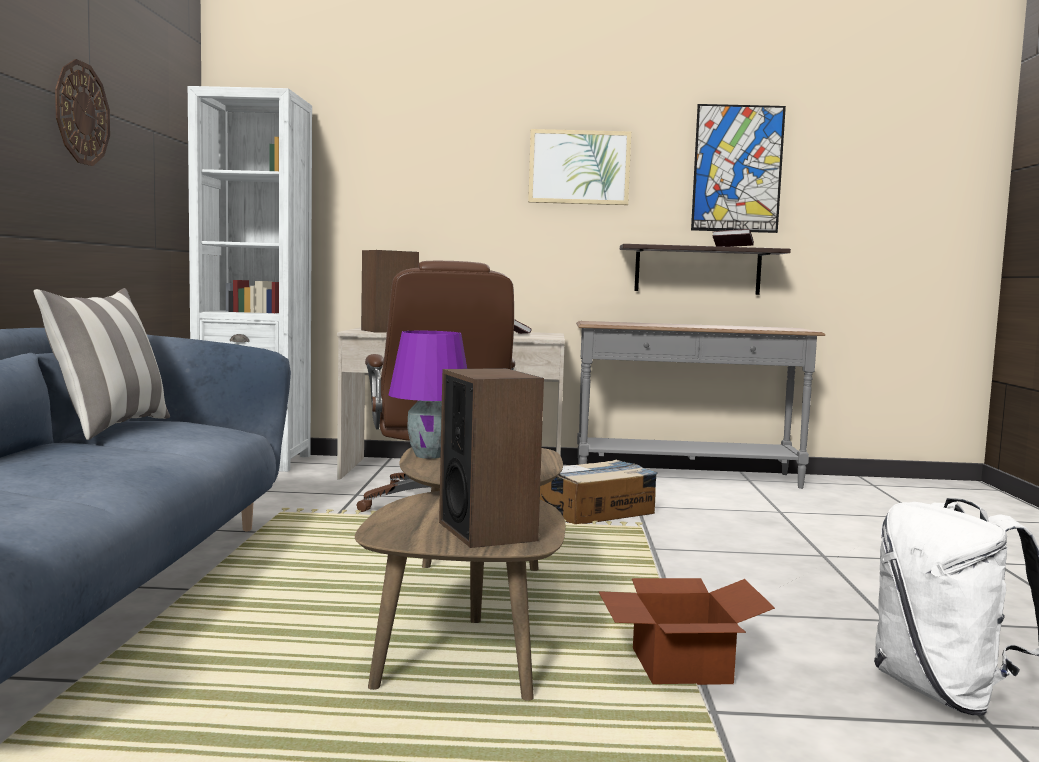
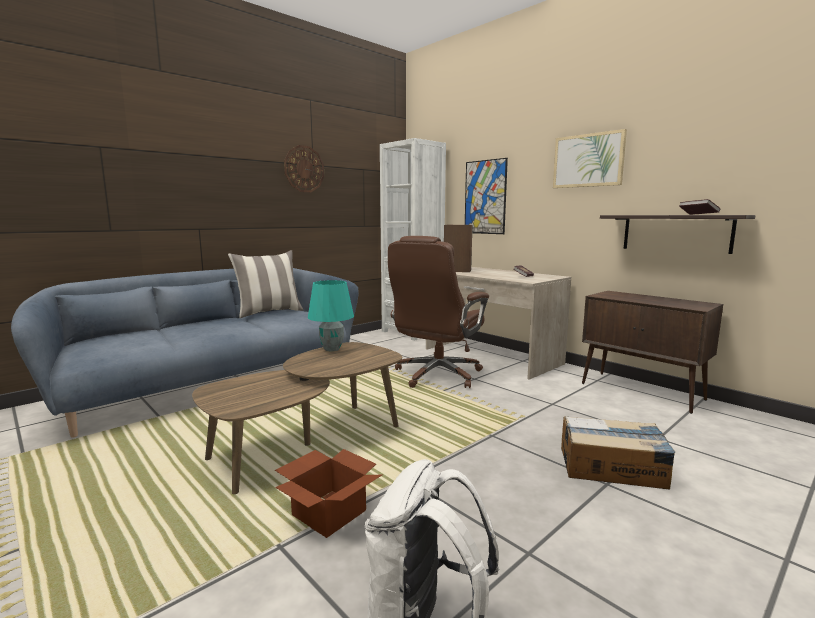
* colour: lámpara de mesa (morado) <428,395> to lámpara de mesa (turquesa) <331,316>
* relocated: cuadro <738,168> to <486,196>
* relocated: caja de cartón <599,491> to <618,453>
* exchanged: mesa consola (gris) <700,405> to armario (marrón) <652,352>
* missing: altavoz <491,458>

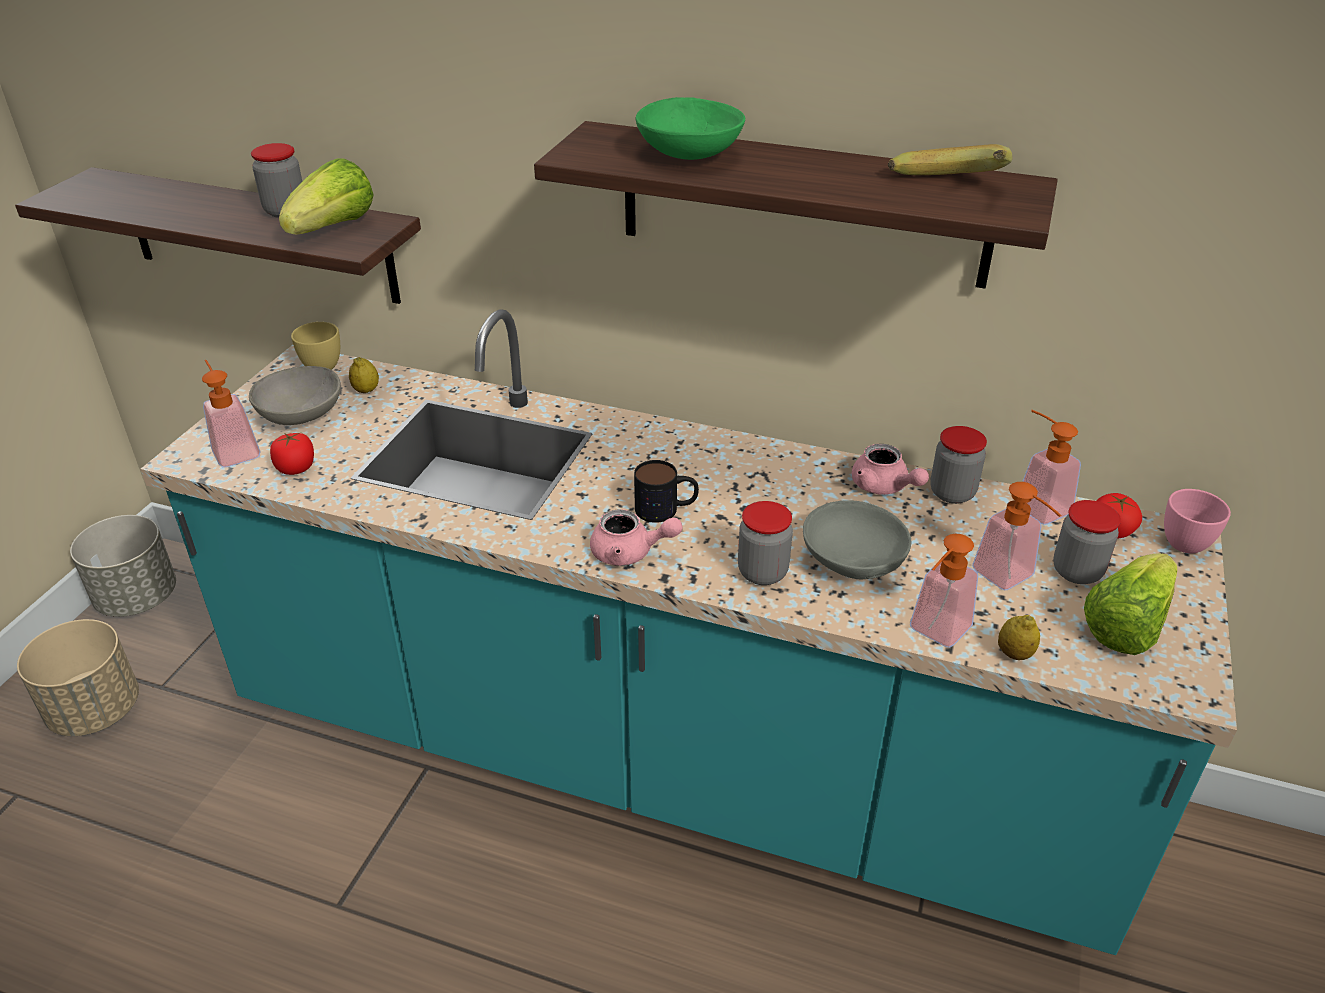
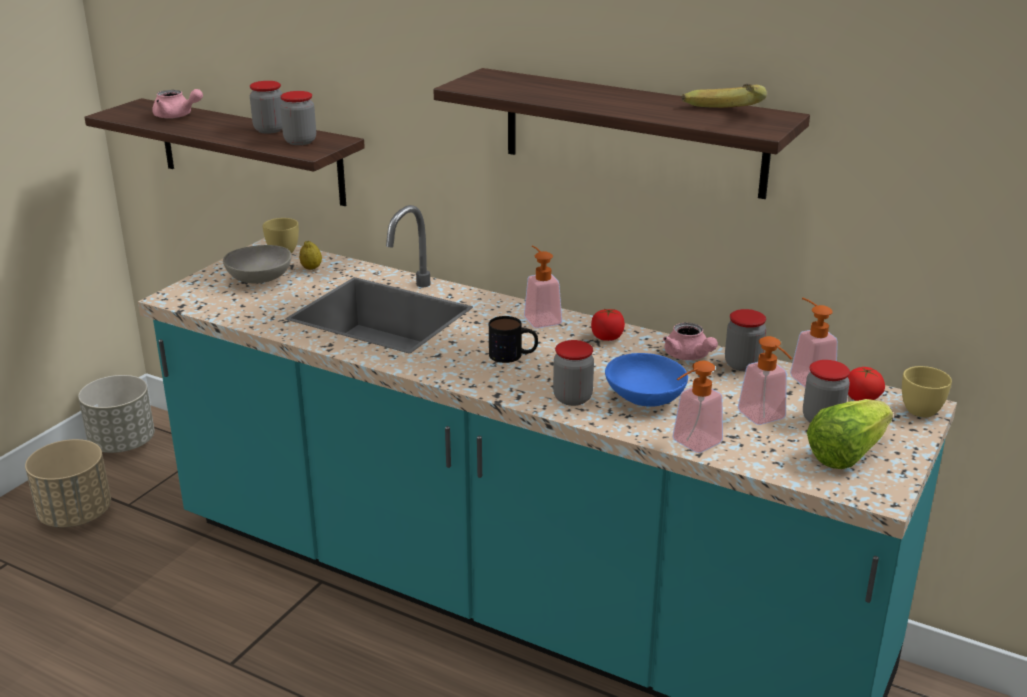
* relocated: tetera (rosa) <636,537> to <177,104>
* exchanged: lechuga <326,196> to tarro <298,118>
* relocated: dispensador de jabón <231,413> to <543,286>
* relocated: tomate <292,454> to <608,324>
* colour: cuenco (gris) <857,540> to cuenco (azul) <646,380>
* colour: taza (rosa) <1197,521> to taza (amarillo) <927,391>
* missing: cuenco (verde) <690,128>
* missing: limón <1019,637>

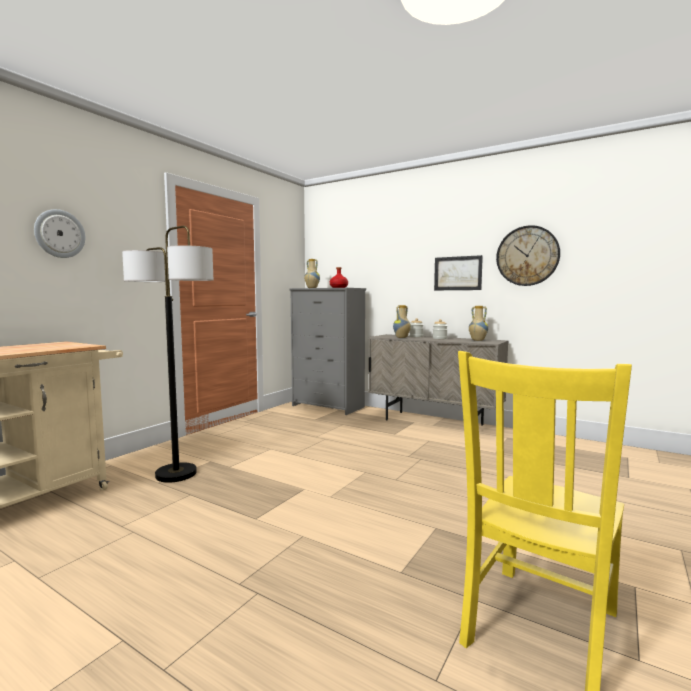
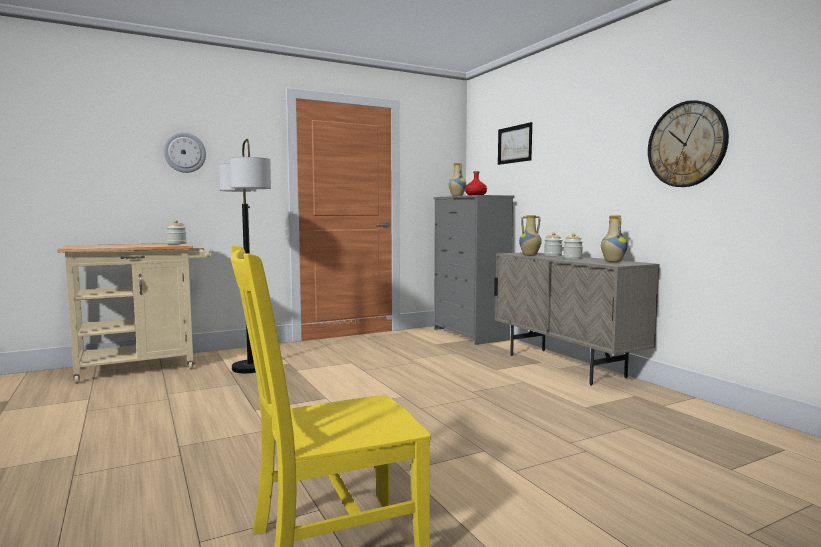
* appeared: tarro <177,232>
* relocated: cuadro <458,272> to <515,143>

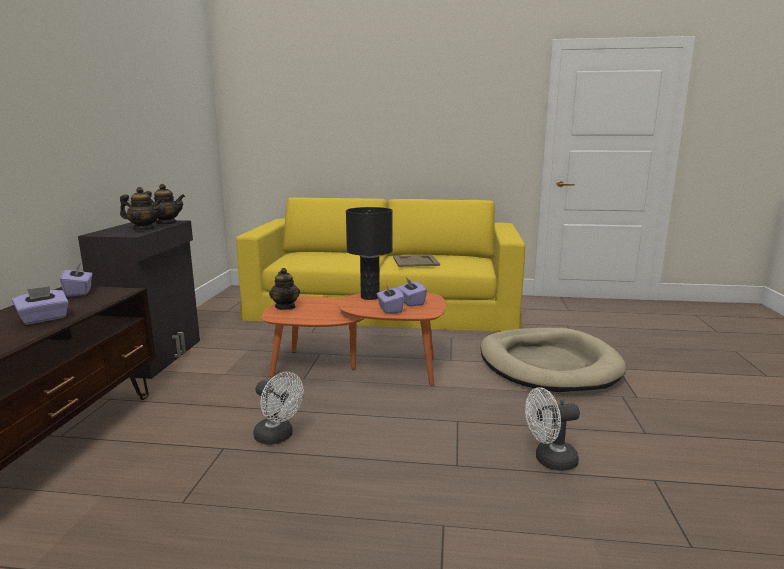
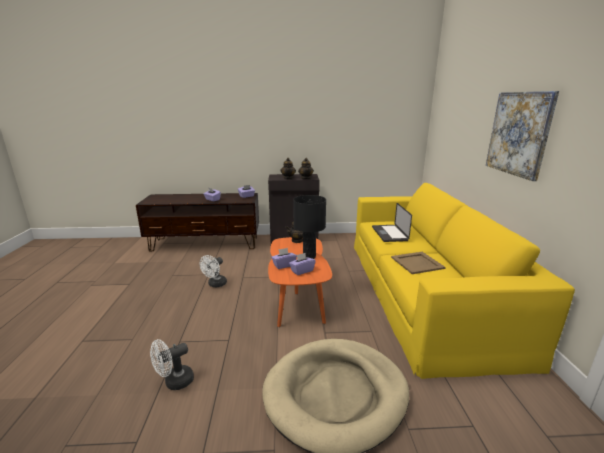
* spun: ventilador (blanco) <552,429> = <172,364> 105 degrees counterclockwise
* appeared: portátil <392,222>
* appeared: cuadro <522,136>

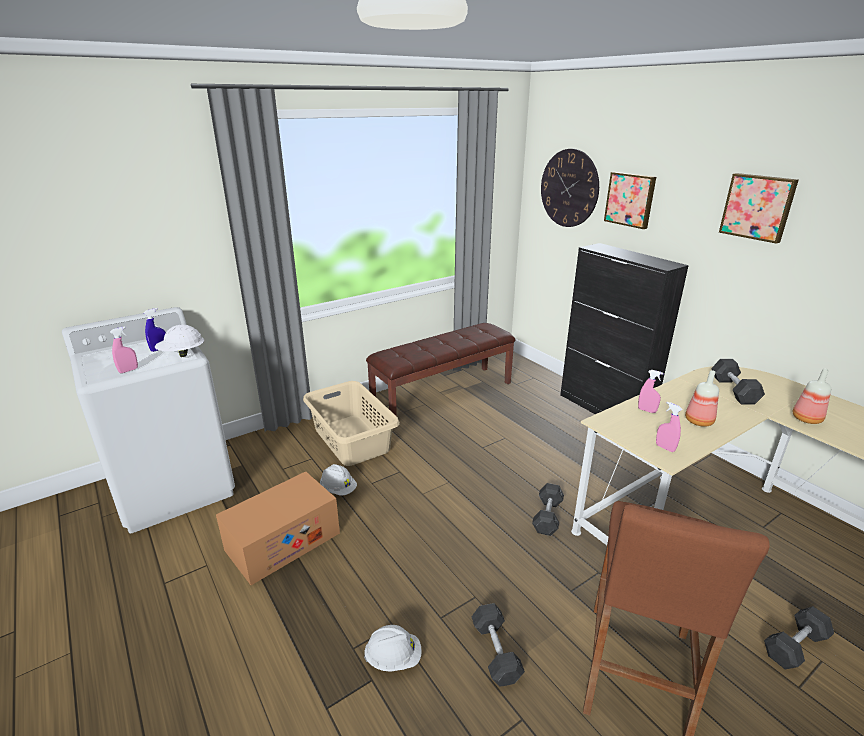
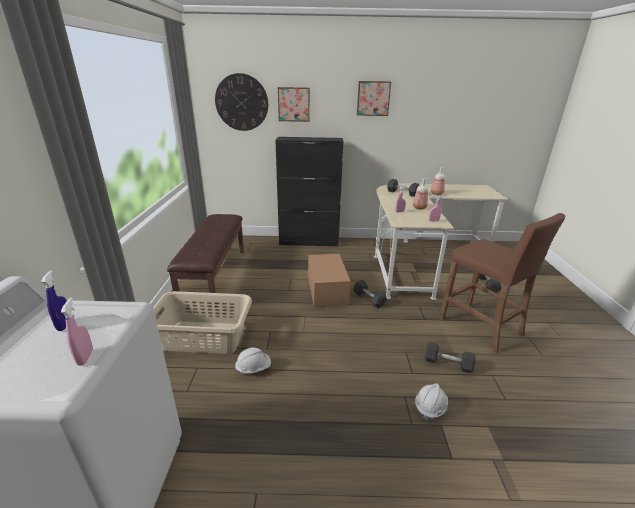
* relocated: caja de cartón <278,528> to <329,280>
* missing: casco (blanco) <179,341>

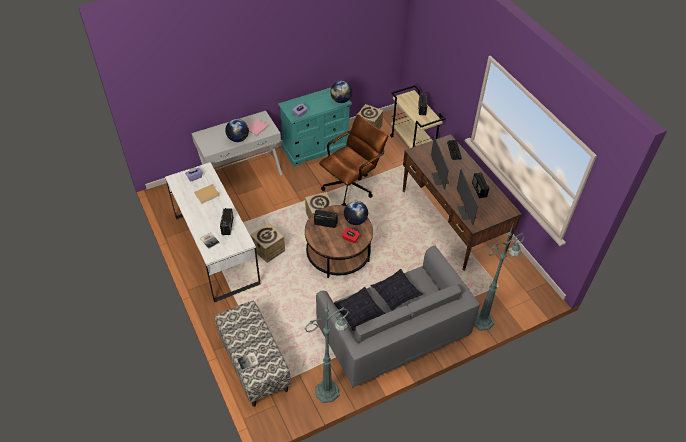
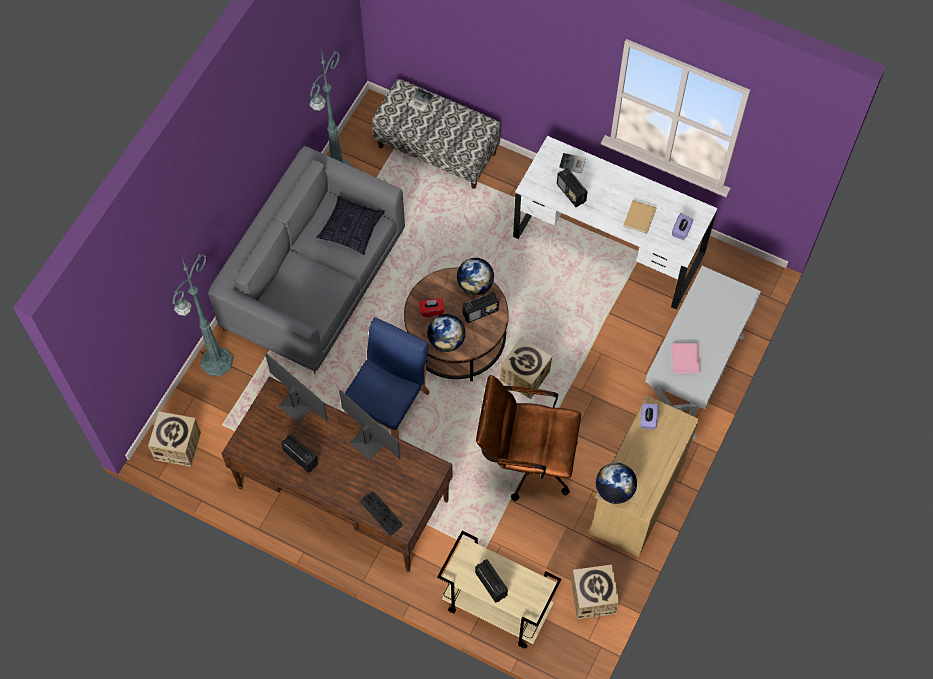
* relocated: caja de cartón <267,243> to <174,439>
* appeared: silla (azul) <387,377>
* relocated: globo terráqueo <237,130> to <475,276>
* spun: silla de oficina (marrón) <353,160> = <528,438> 90 degrees clockwise
* colour: cómoda (turquesa) <315,127> to cómoda (beis) <643,476>
* missing: cojín <396,290>

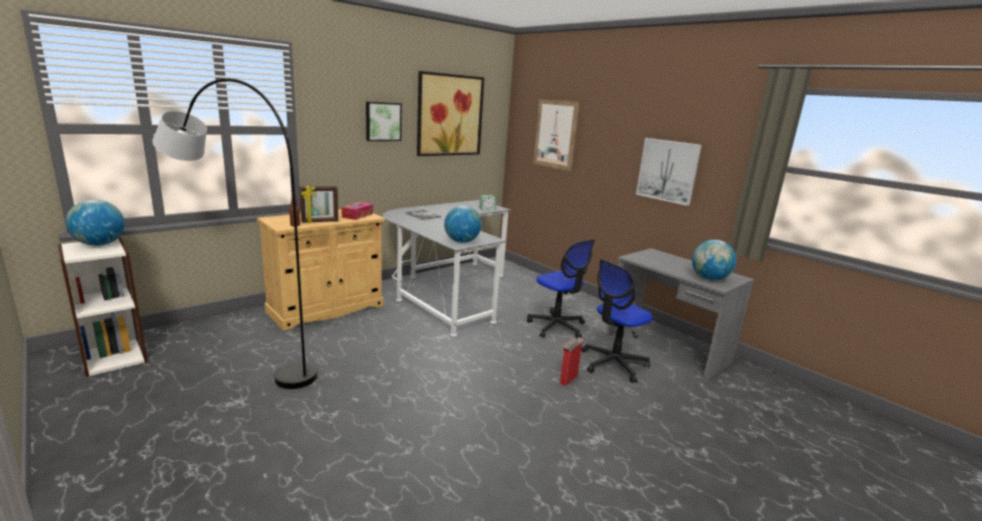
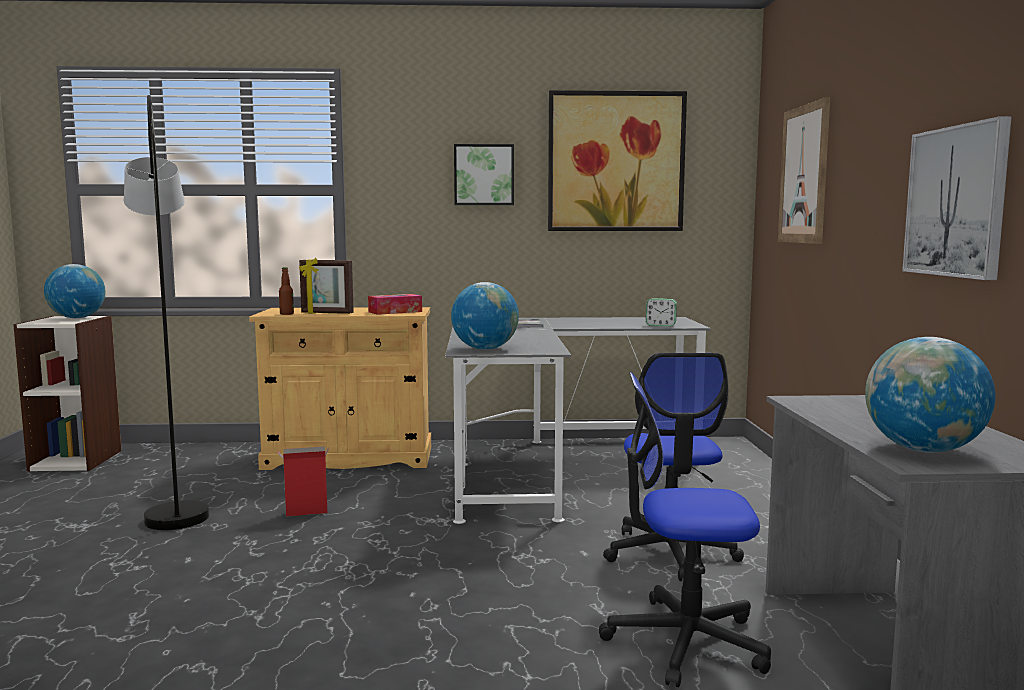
* relocated: caja de cartón <572,361> to <303,481>

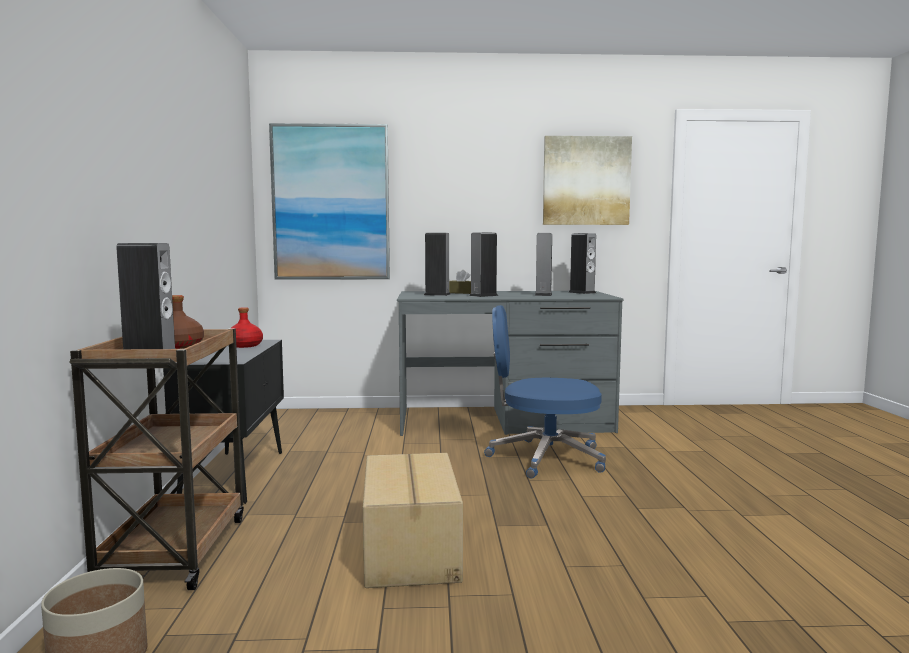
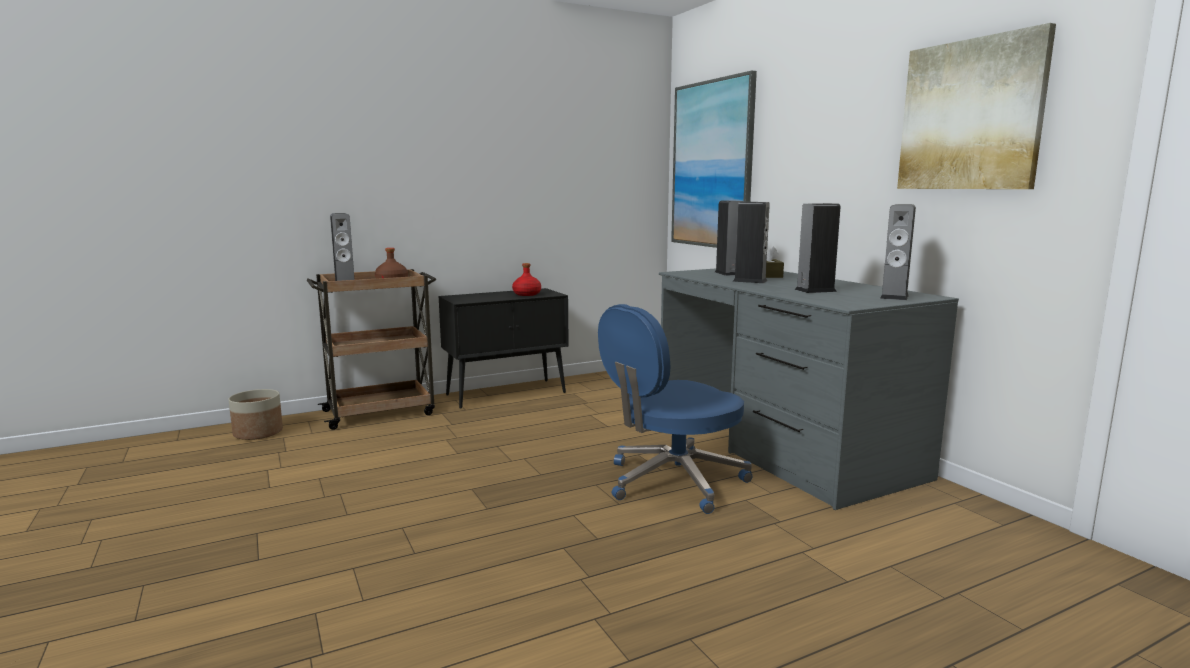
* spun: silla de oficina (azul) <545,392> = <675,409> 105 degrees counterclockwise
* missing: caja de cartón <413,520>

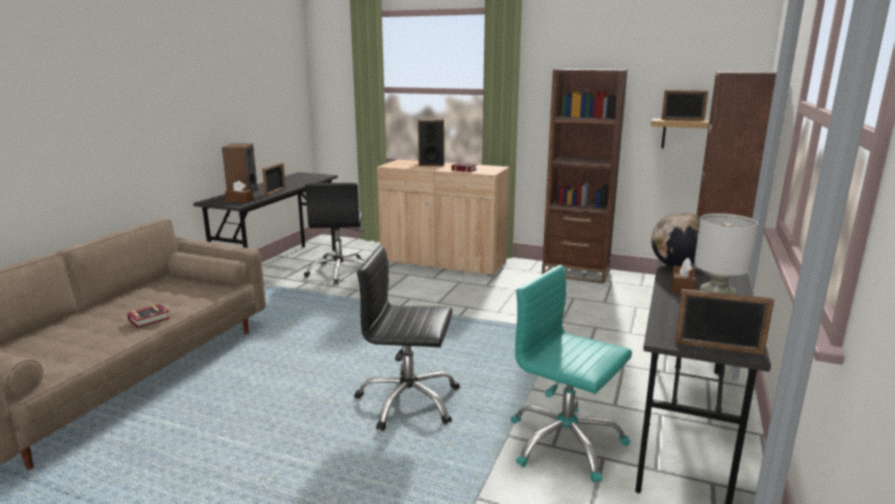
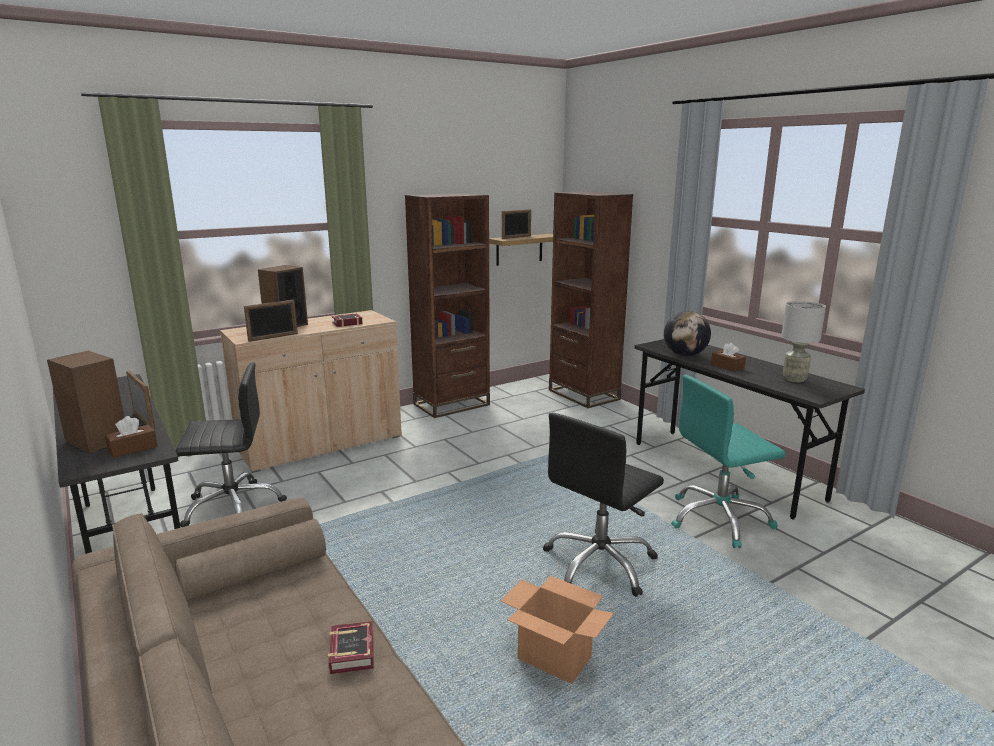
* spun: silla de oficina (negro) <334,234> = <231,444> 45 degrees counterclockwise
* relocated: portarretratos <724,322> to <271,321>
* appeared: caja de cartón <557,630>

